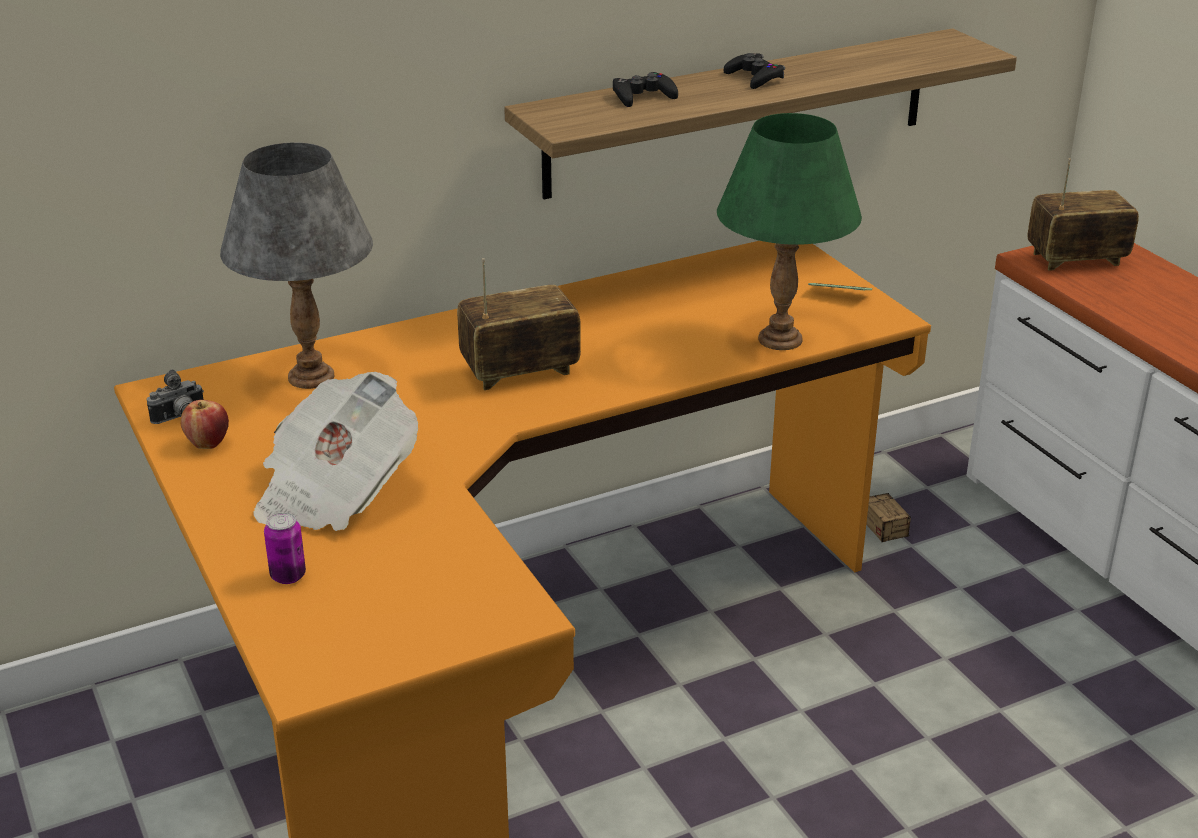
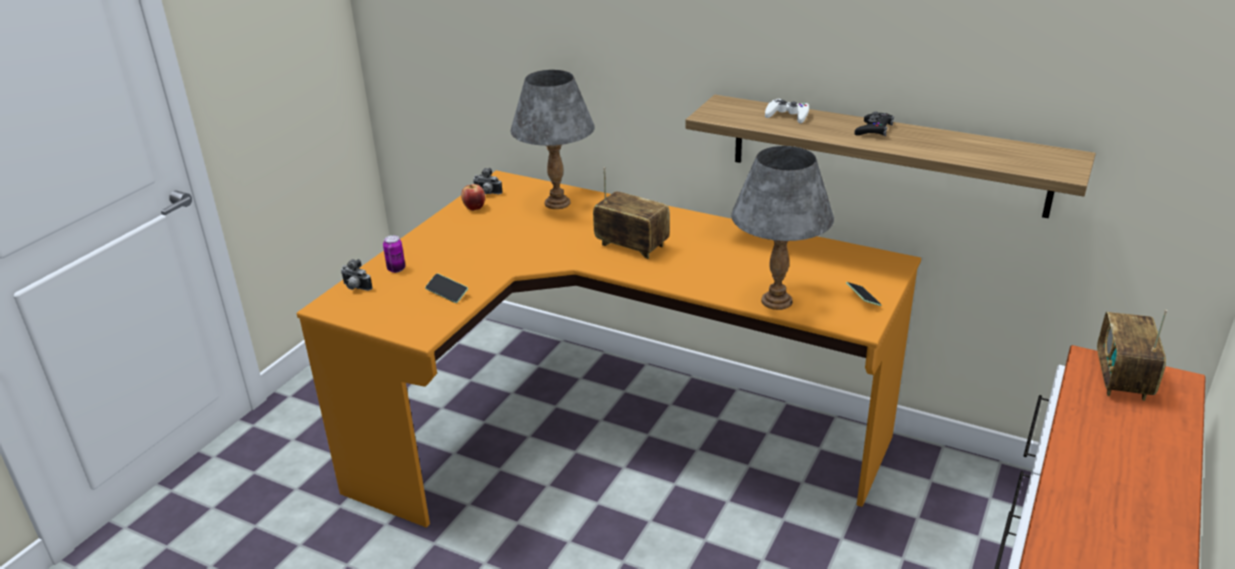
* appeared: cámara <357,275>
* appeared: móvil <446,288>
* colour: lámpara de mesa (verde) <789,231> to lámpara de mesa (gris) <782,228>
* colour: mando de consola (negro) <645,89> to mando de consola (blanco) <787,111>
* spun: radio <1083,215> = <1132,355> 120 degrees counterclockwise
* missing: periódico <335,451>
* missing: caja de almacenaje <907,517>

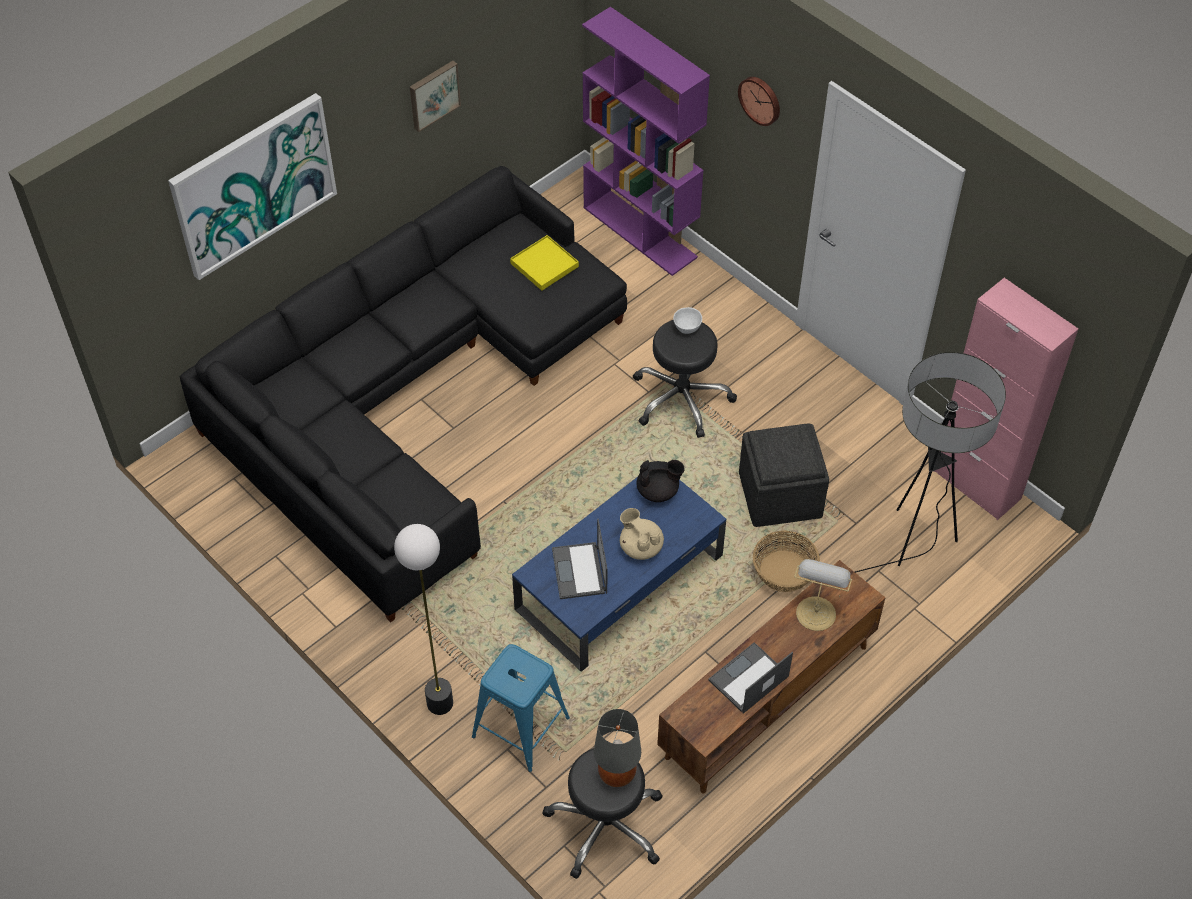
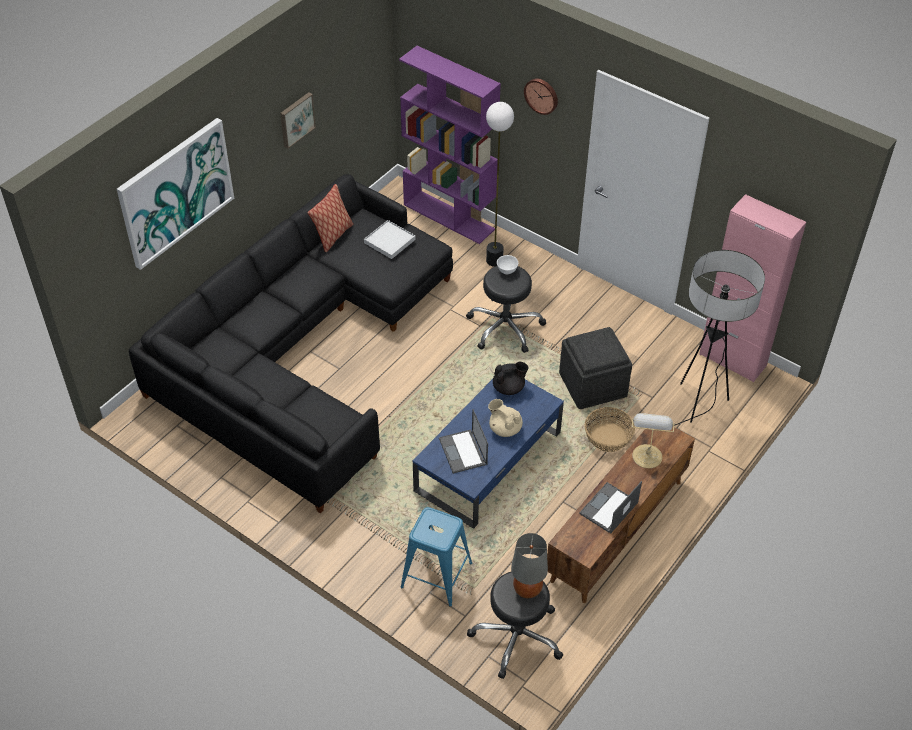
* appeared: cojín <330,218>
* colour: bandeja (amarillo) <544,263> to bandeja (blanco) <390,239>
* relocated: lámpara de pie <423,619> to <500,184>

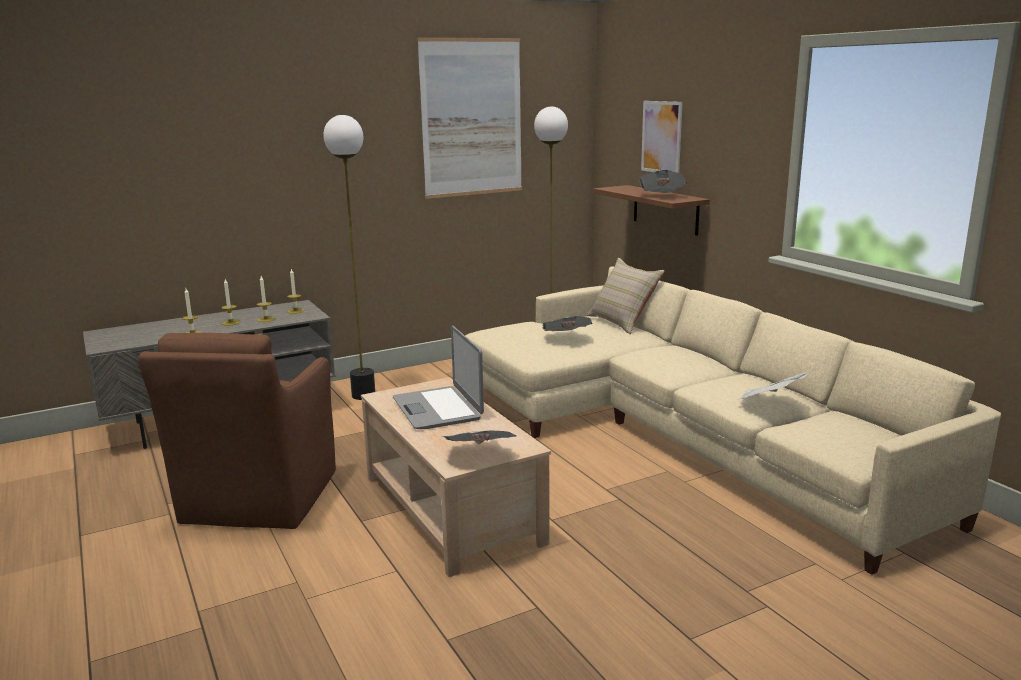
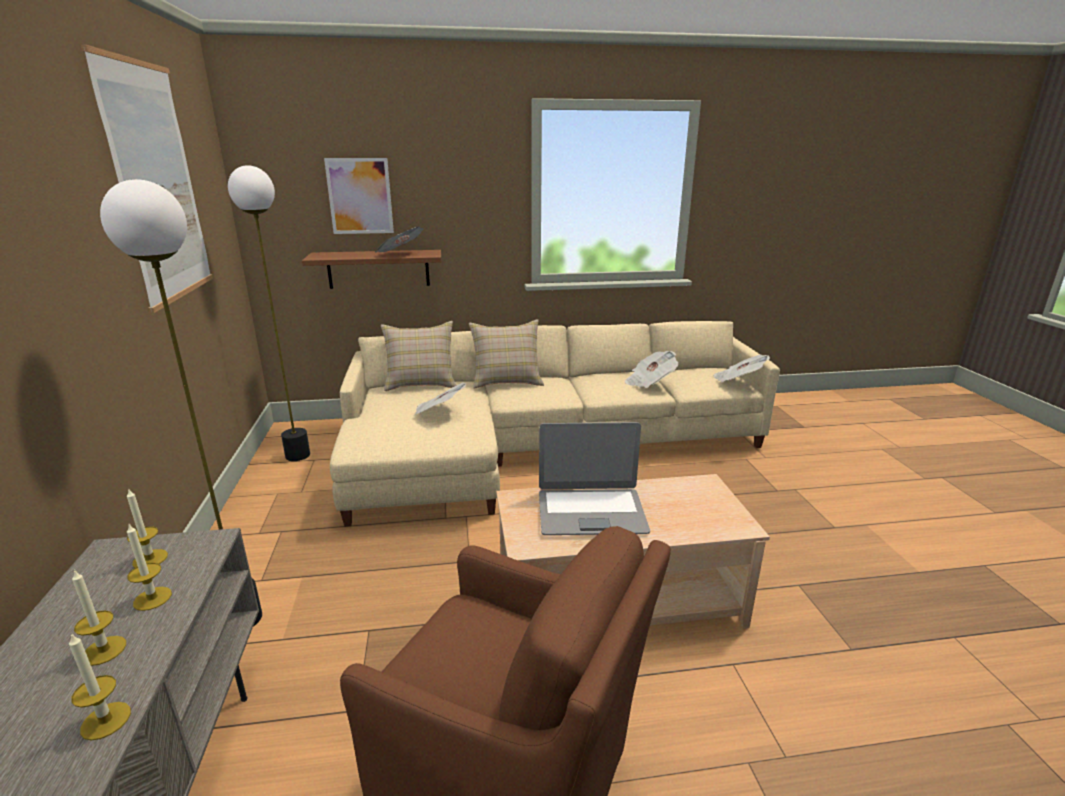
* appeared: cojín (beis) <506,354>
* relocated: periódico <479,437> to <741,368>

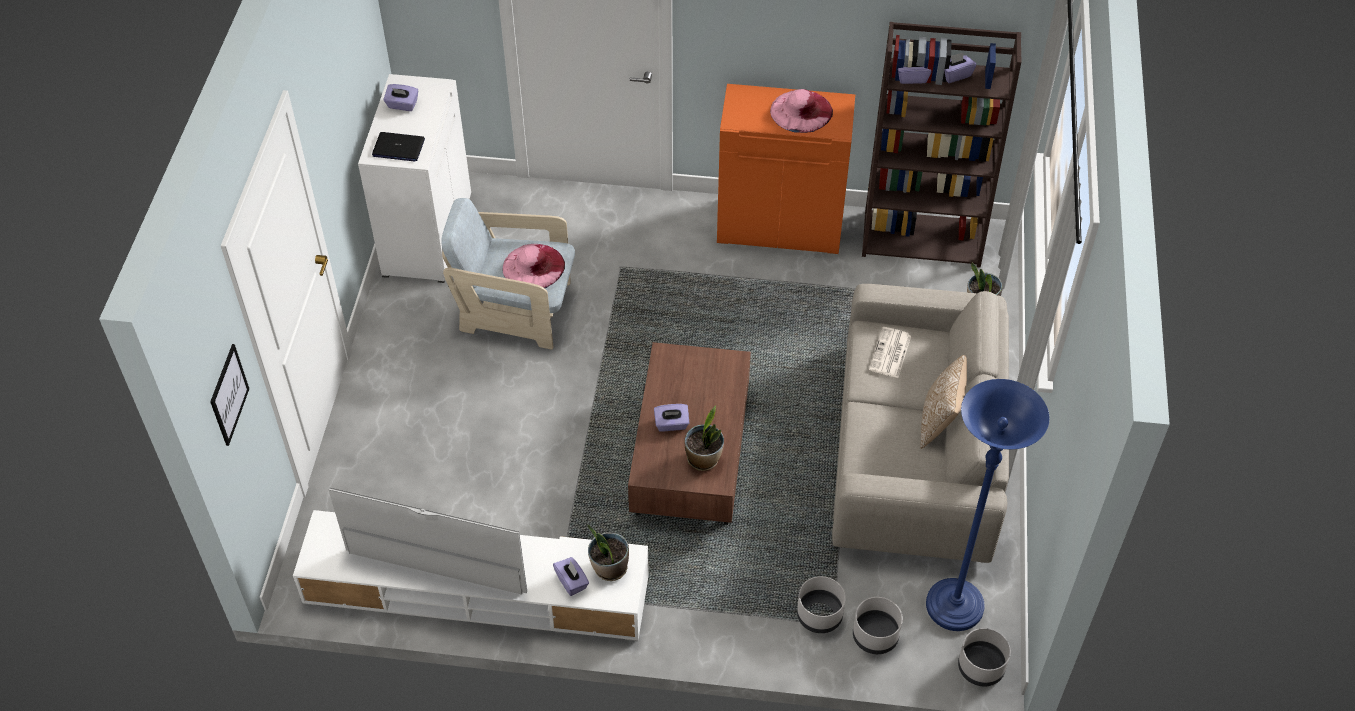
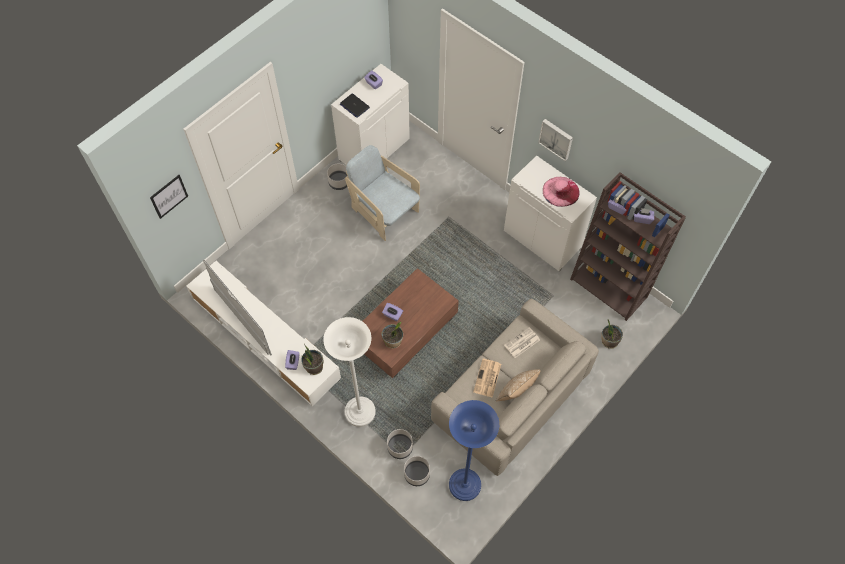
* appeared: lámpara de pie (blanco) <349,372>
* relocated: maceta (gris) <984,657> to <337,177>
* appeared: periódico <487,378>
* colour: armario (naranja) <786,169> to armario (blanco) <550,213>
* appeared: cuadro <555,140>
* missing: sombrero (rosa) <534,266>

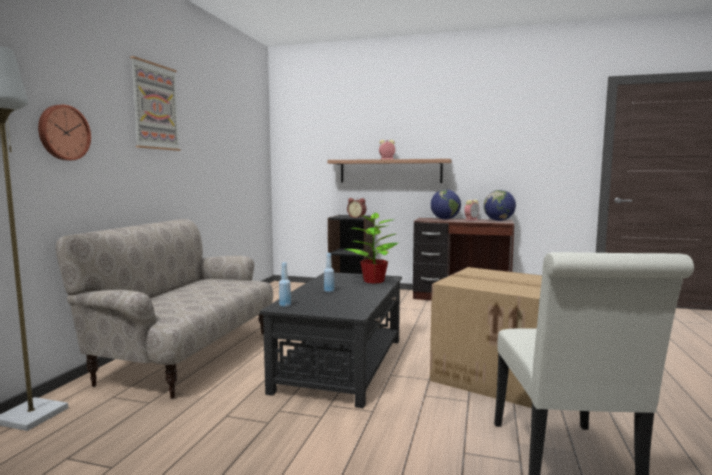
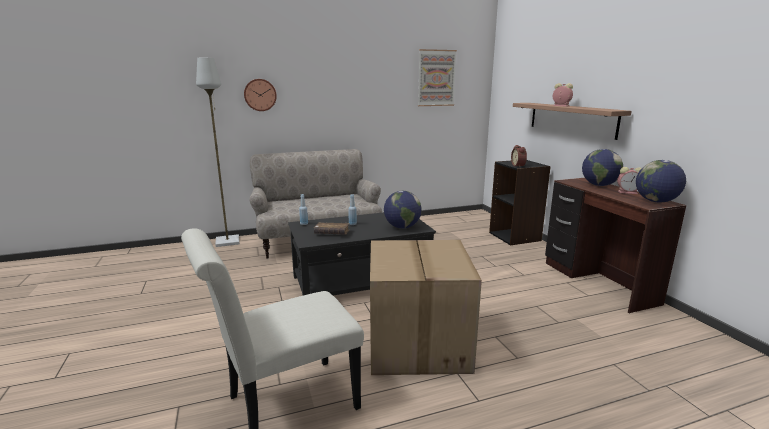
* appeared: libro (marrón) <332,228>
* exchanged: planta en maceta <371,247> to globo terráqueo <403,210>
* relocated: cuadro <155,103> to <437,77>

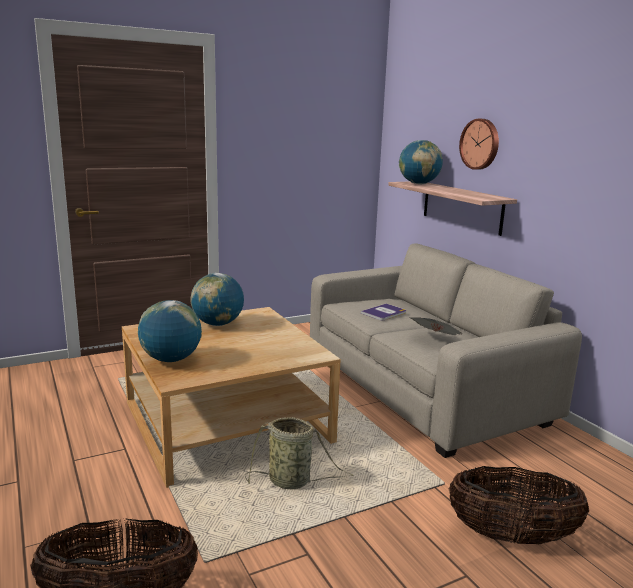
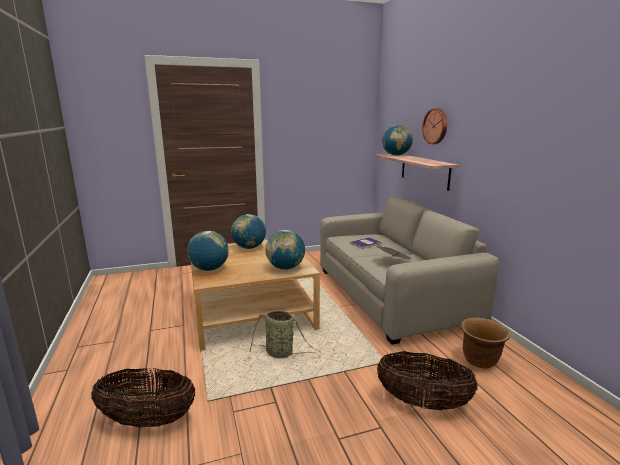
* appeared: globo terráqueo <285,250>
* appeared: maceta (marrón) <486,342>

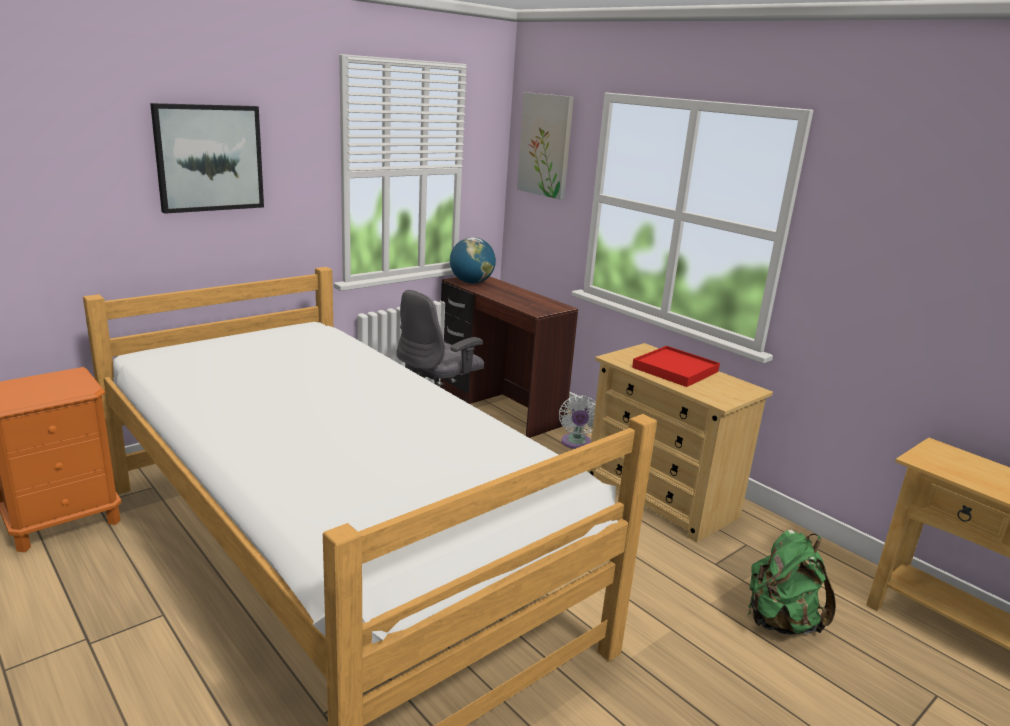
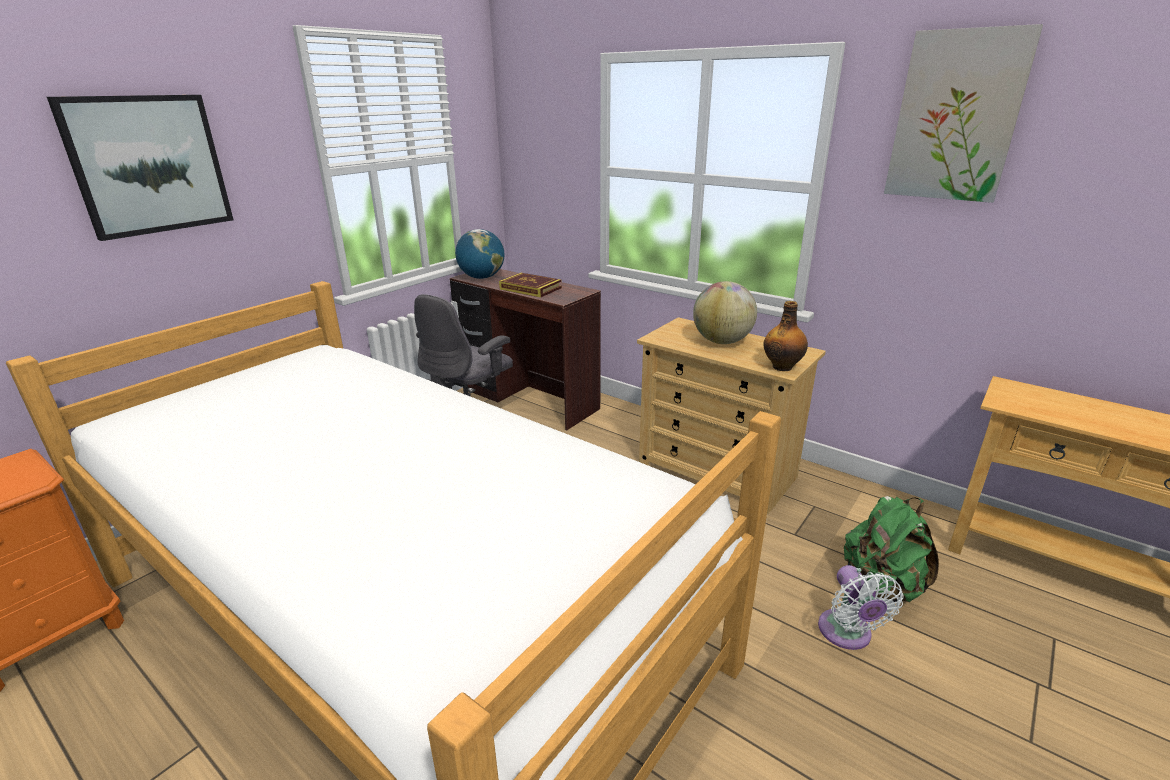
* appeared: libro <530,285>
* exchanged: bandeja (rojo) <676,366> to globo terráqueo <725,312>
* appeared: botella <786,336>
* relocated: ventilador (blanco) <577,422> to <860,607>
* relocated: cuadro <545,146> to <963,113>

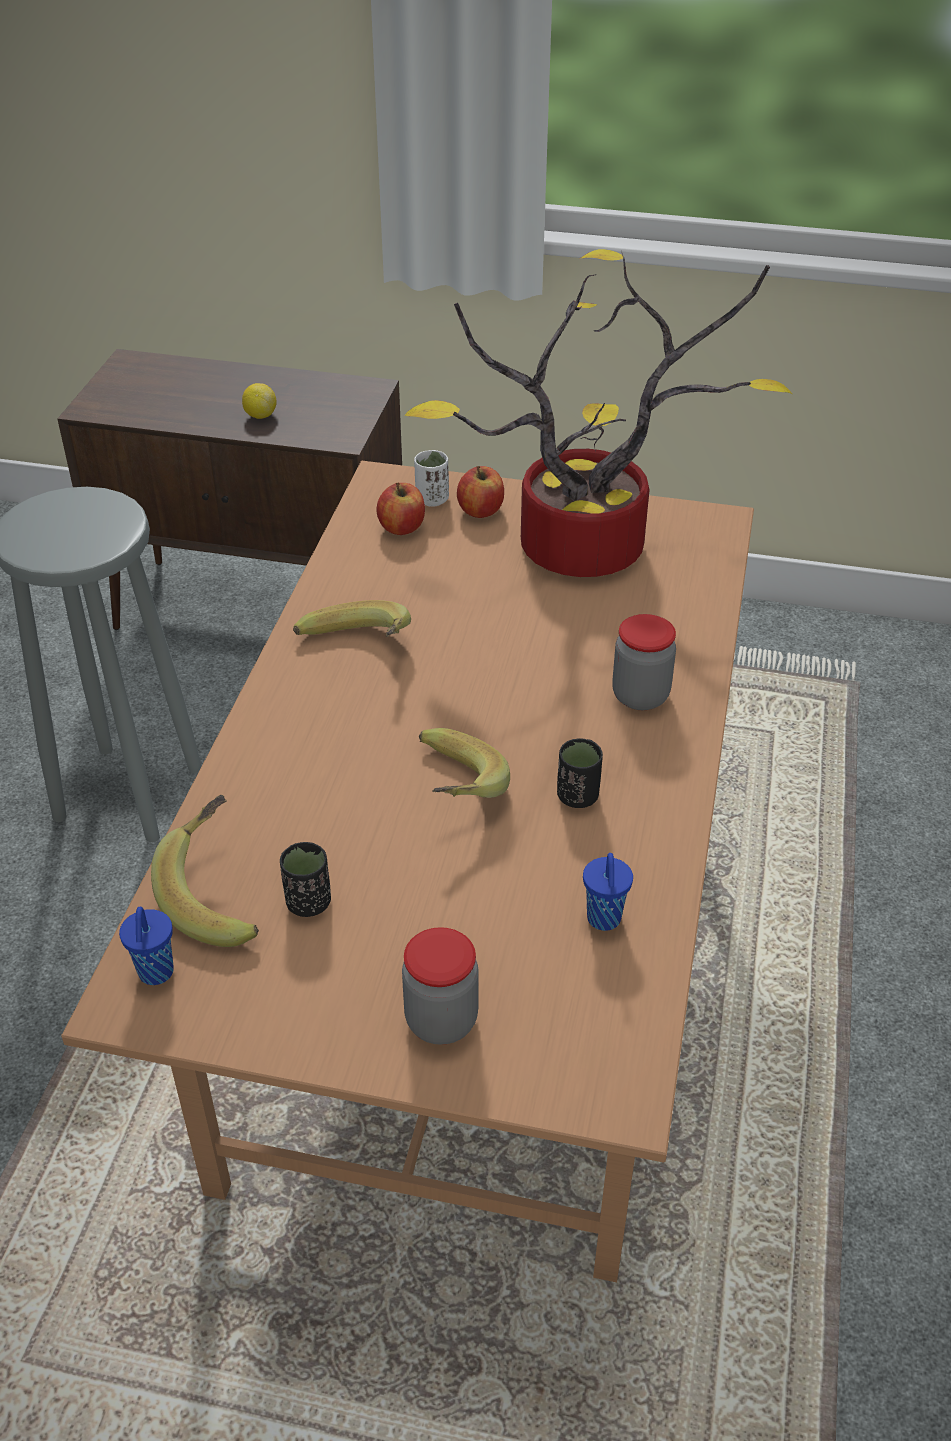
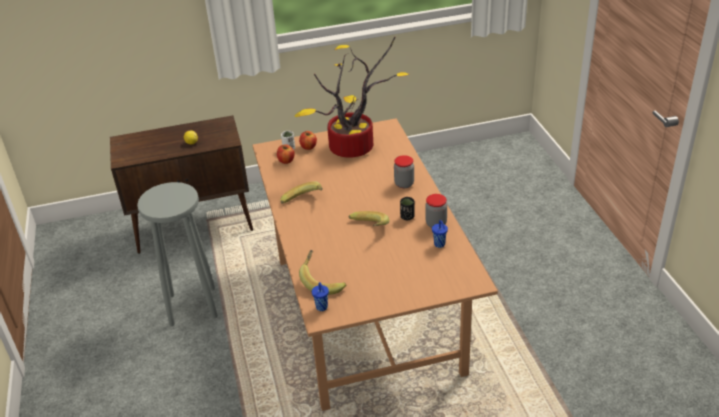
* relocated: tarro <440,986> to <436,211>
* missing: taza (negro) <305,879>

